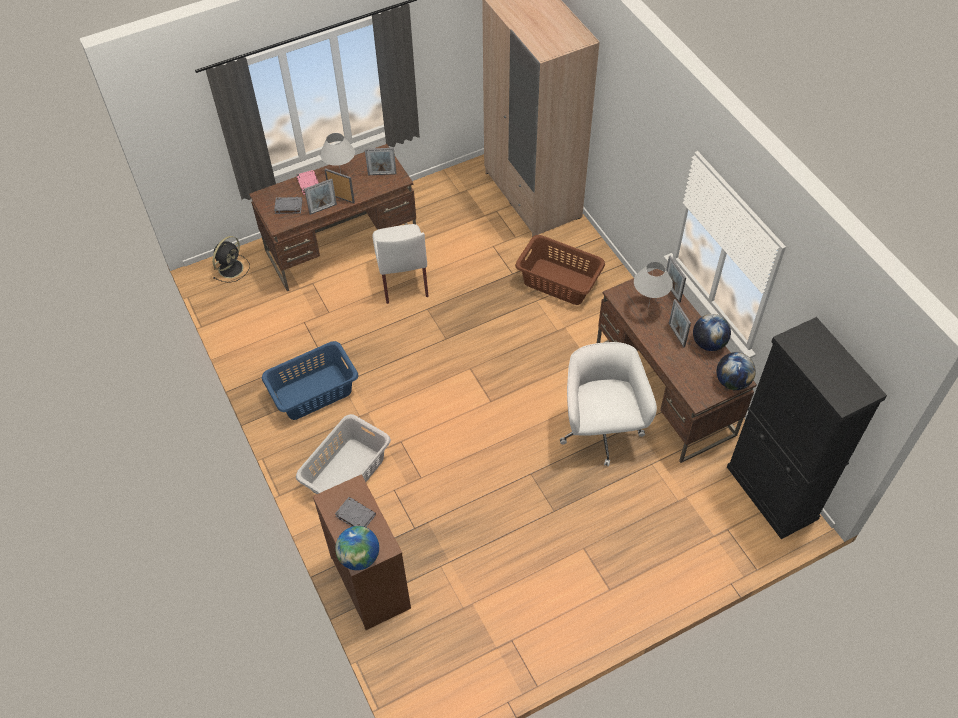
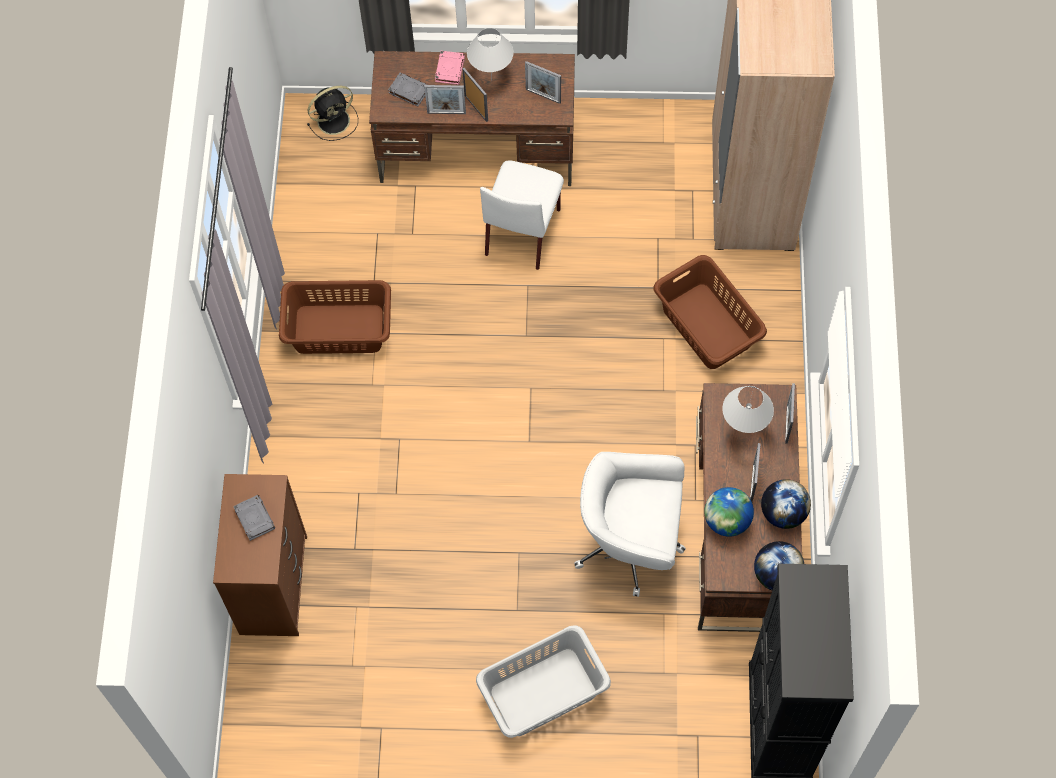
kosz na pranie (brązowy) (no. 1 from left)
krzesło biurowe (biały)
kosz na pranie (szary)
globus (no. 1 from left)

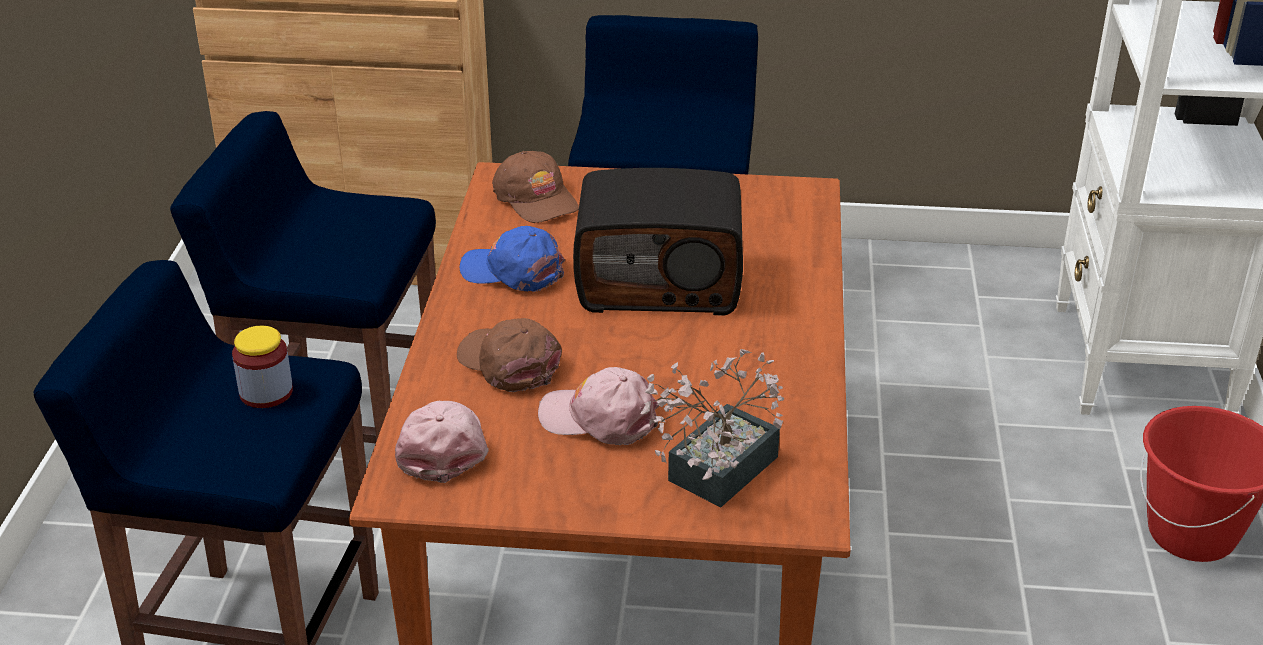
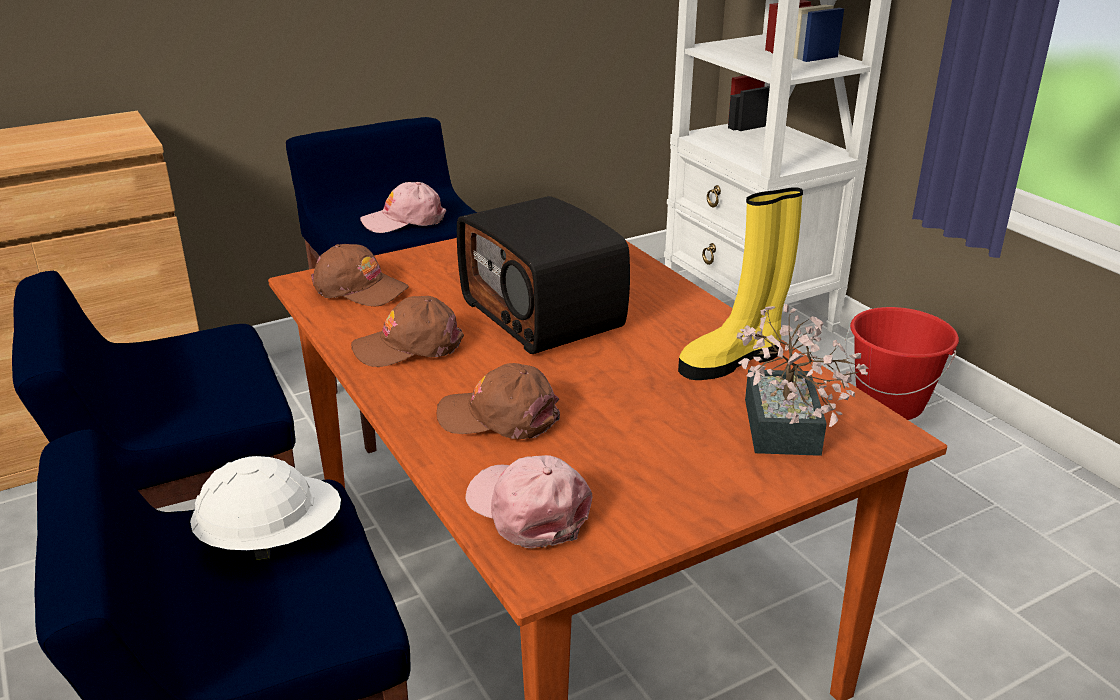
radio
czapka z daszkiem (brązowy) (no. 2 from left)
kask (biały)
czapka z daszkiem (różowy) (no. 1 from left)
but z cholewką (żółty)

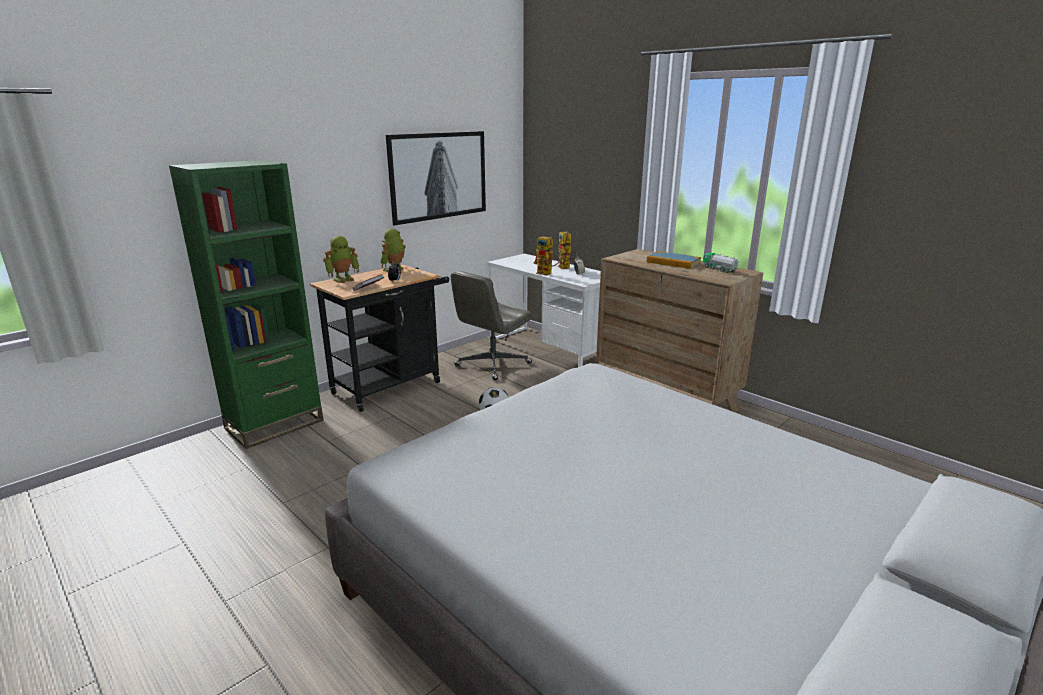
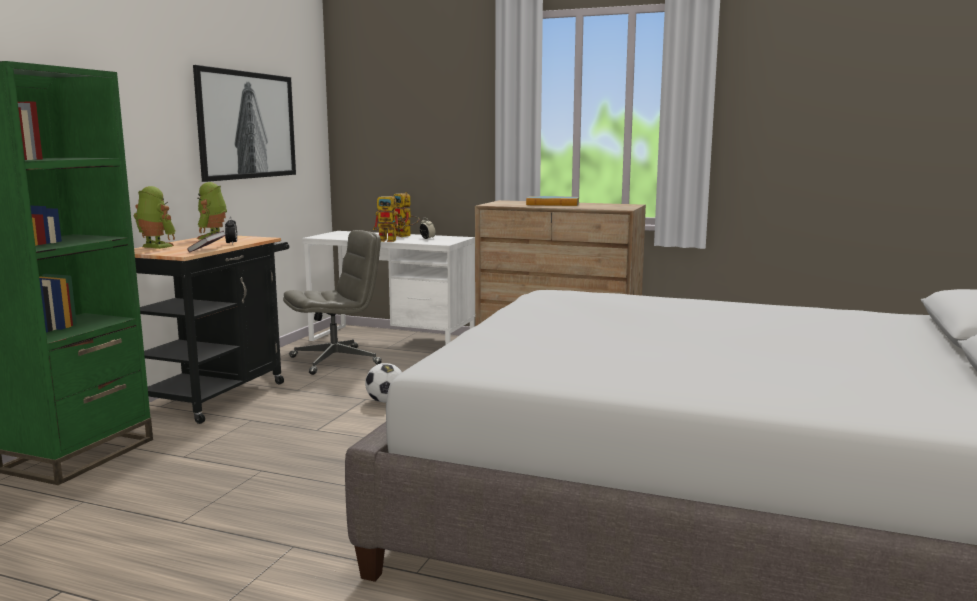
robot zabawkowy (no. 1 from left)
ciężarówka zabawkowa
krzesło biurowe (szary)

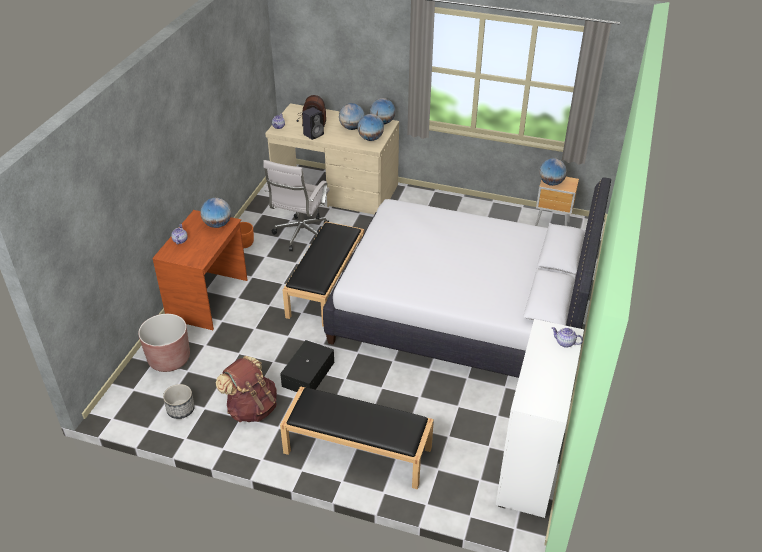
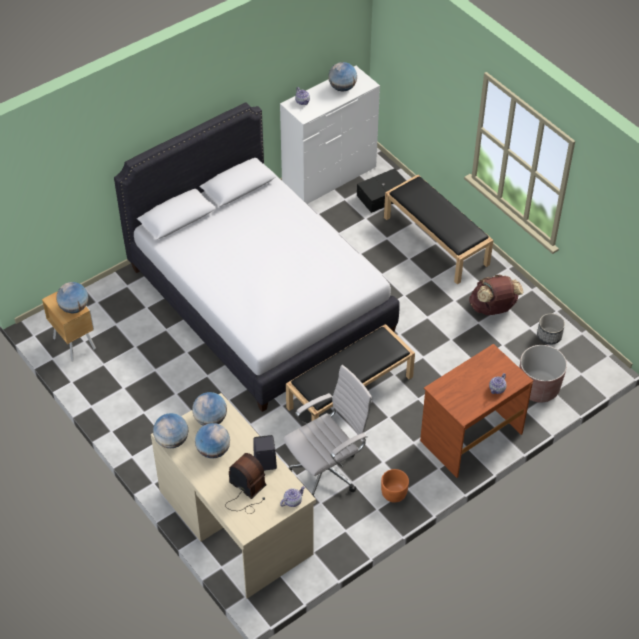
globus (no. 5 from left)
pojemnik do przechowywania (czarny)

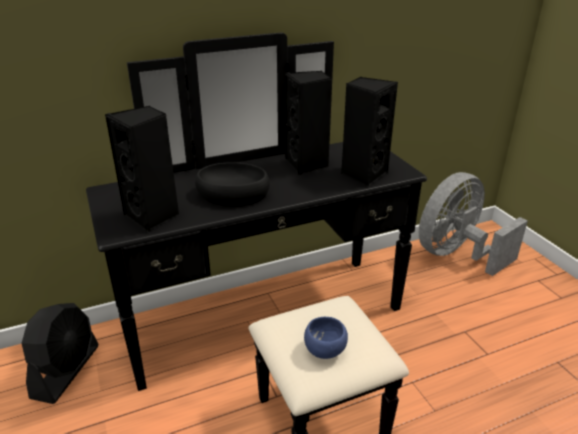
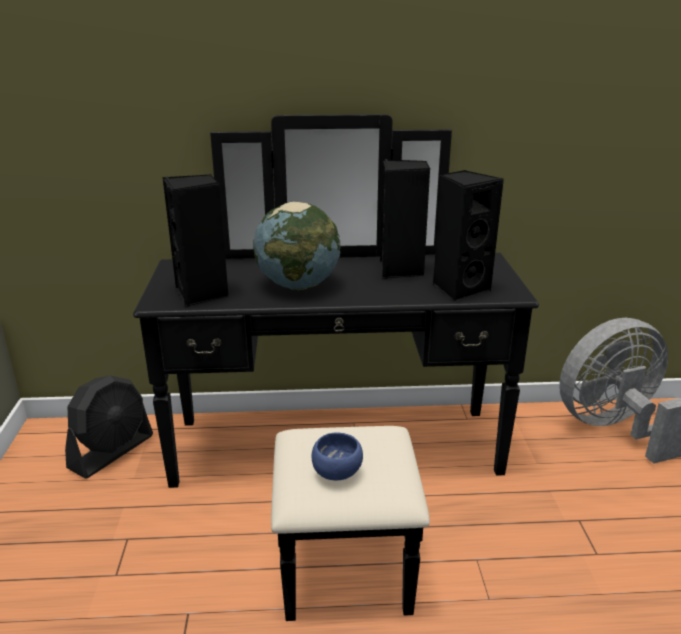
globus

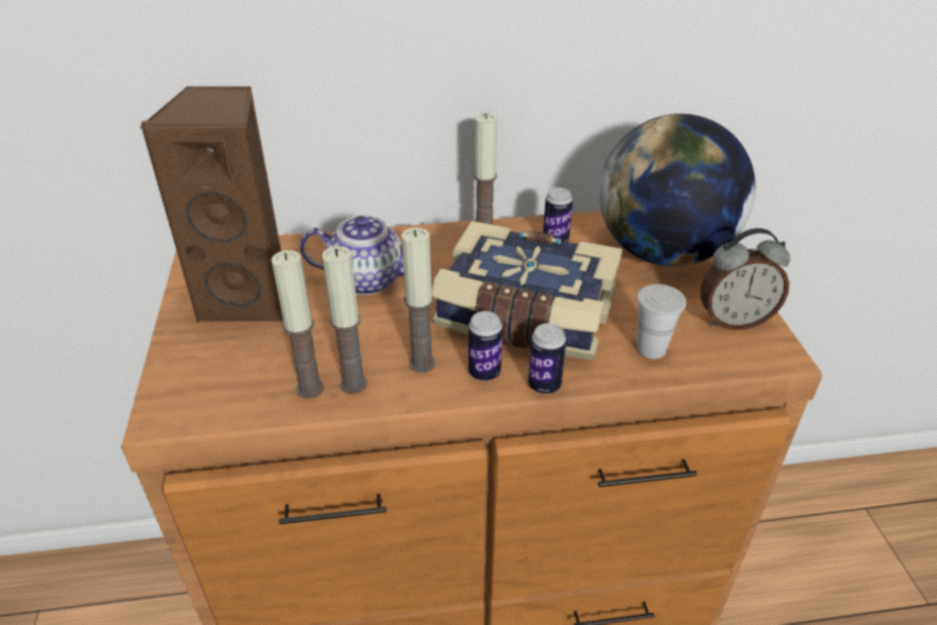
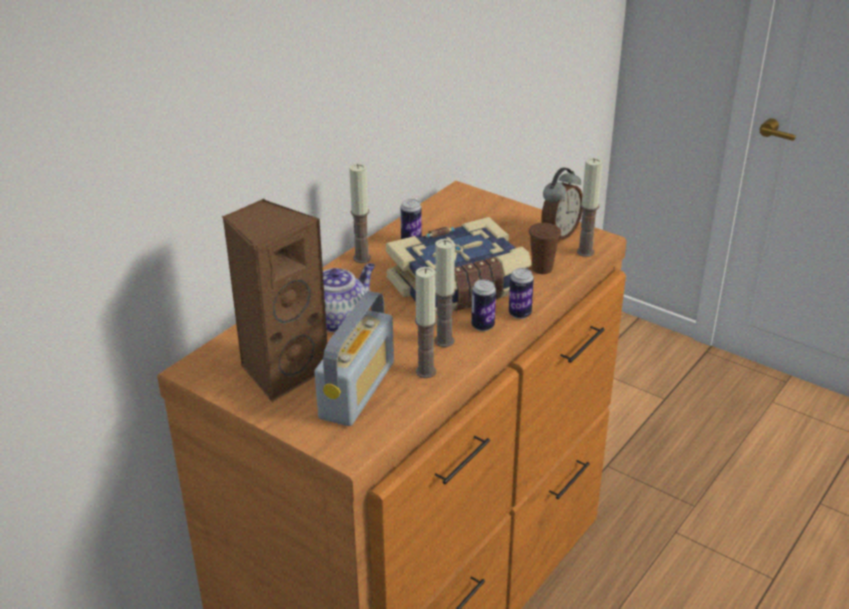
globus
świeca (no. 4 from left)
filiżanka (brązowy)
radio

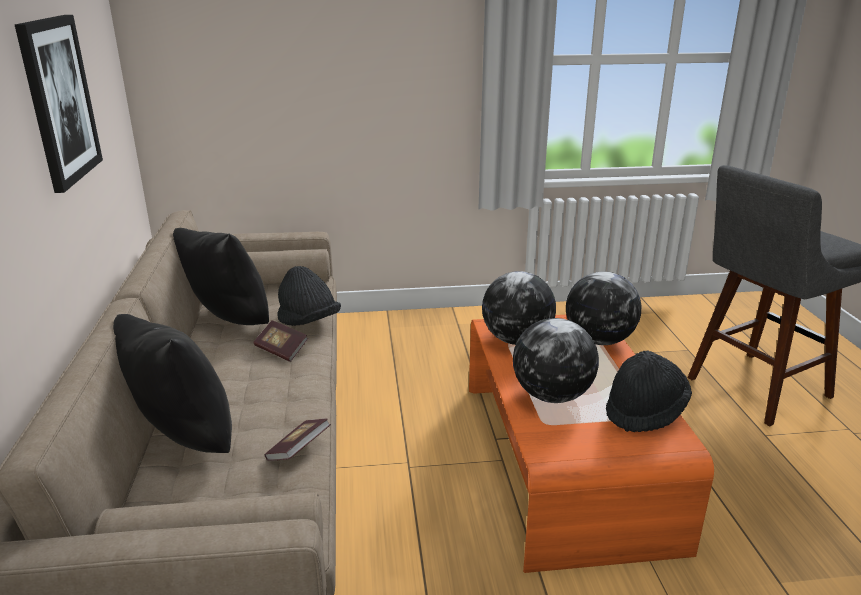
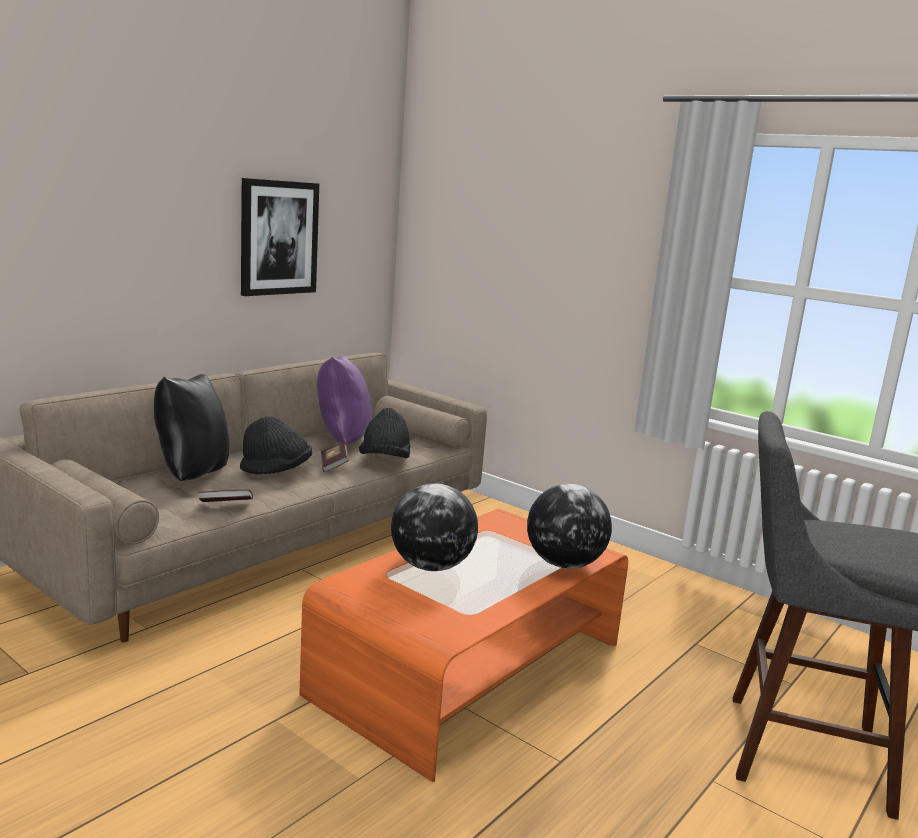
poduszka (fioletowy)
globus (no. 1 from left in the first image)
kapelusz (czarny) (no. 1 from left)

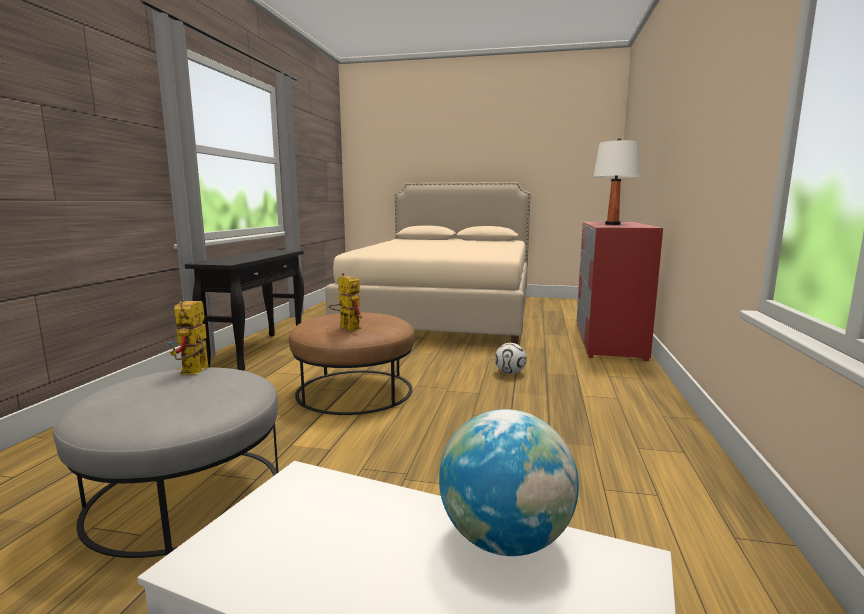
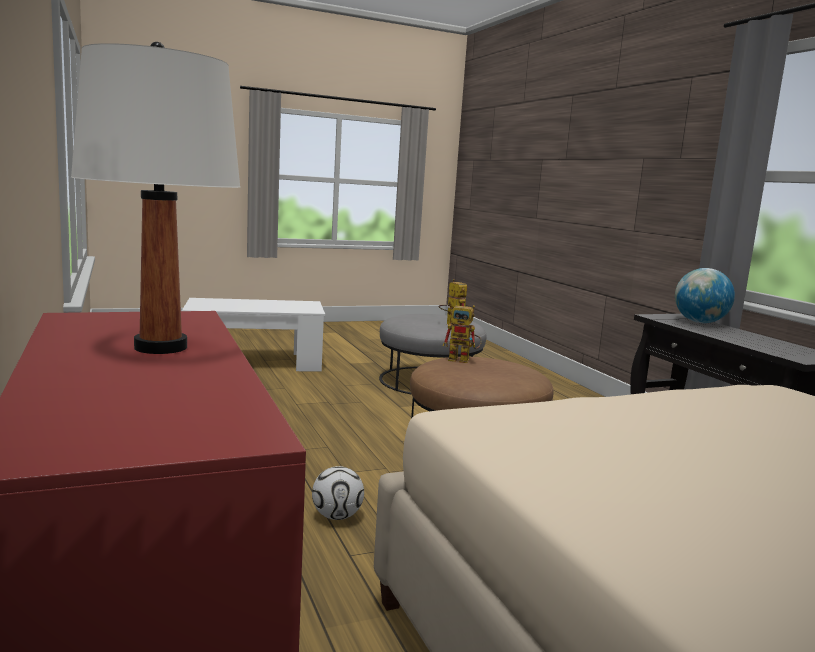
globus

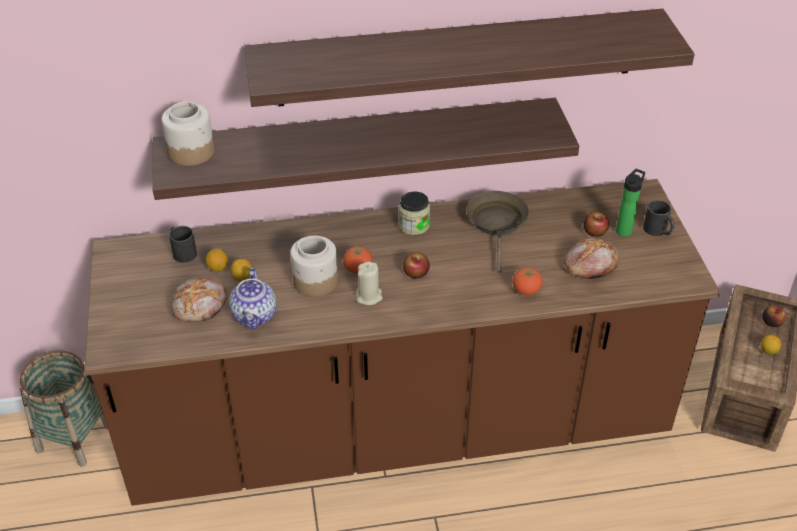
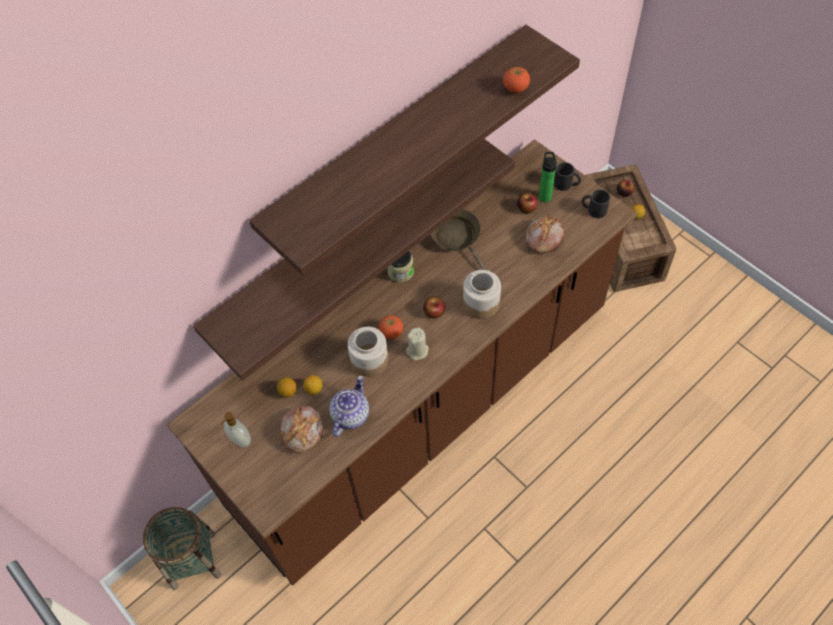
słoik (no. 3 from left)
kubek (czarny) (no. 2 from left)
pomidor (no. 2 from left)
imbryk
dozownik mydła

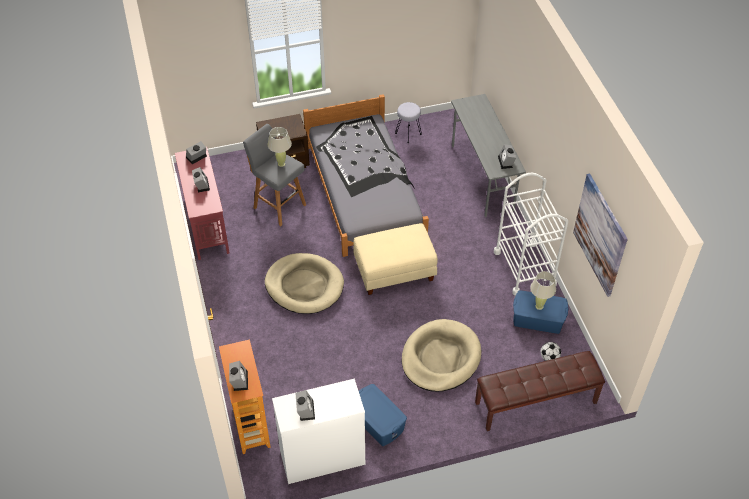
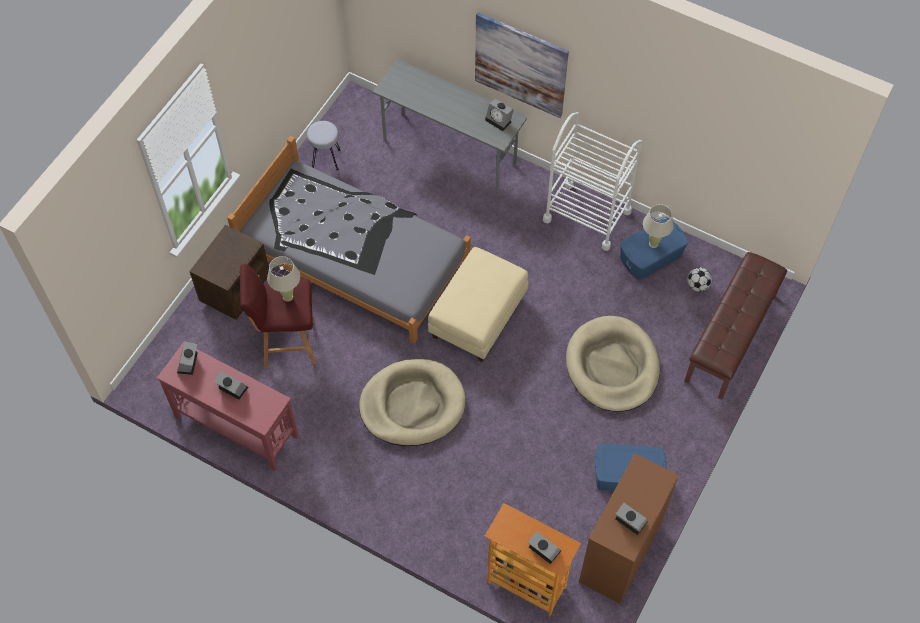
stołek (czerwony)
obraz
komoda (brązowy)

